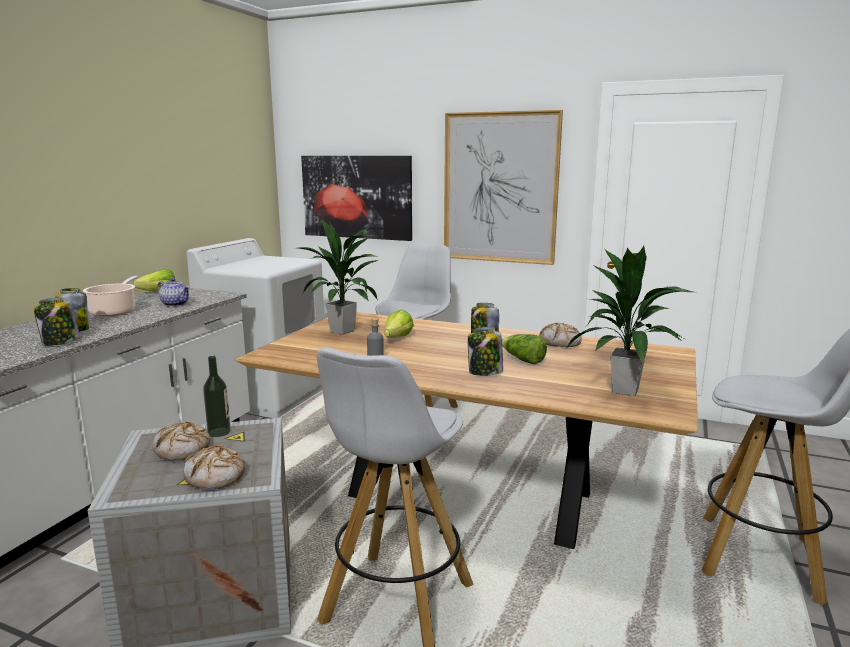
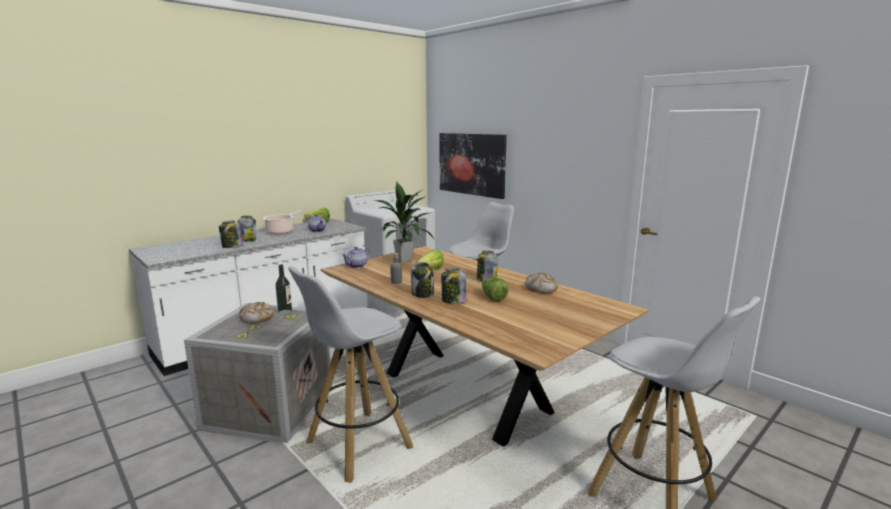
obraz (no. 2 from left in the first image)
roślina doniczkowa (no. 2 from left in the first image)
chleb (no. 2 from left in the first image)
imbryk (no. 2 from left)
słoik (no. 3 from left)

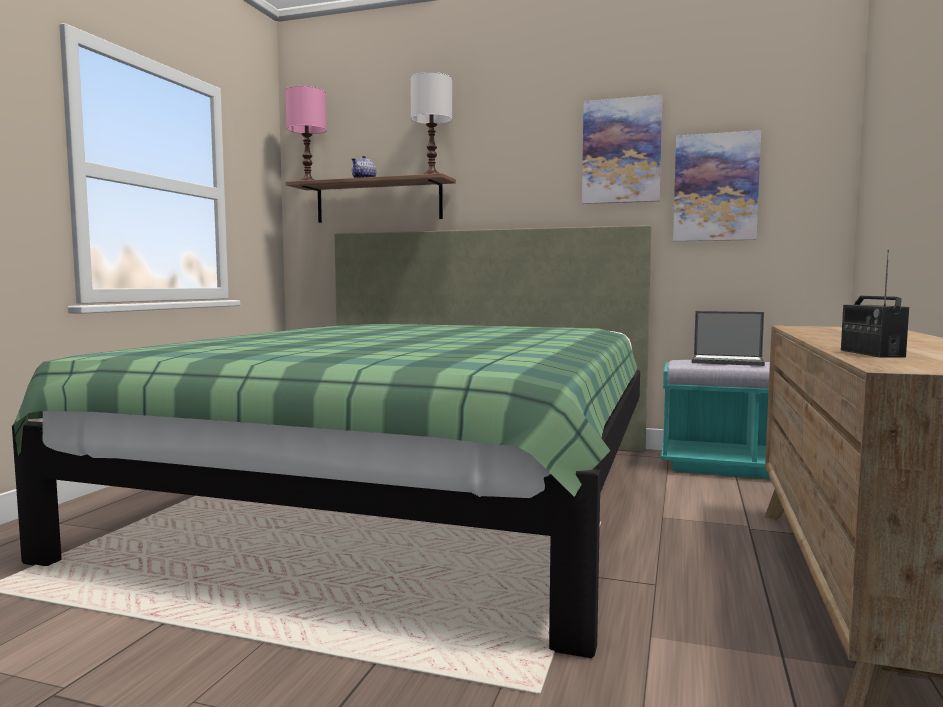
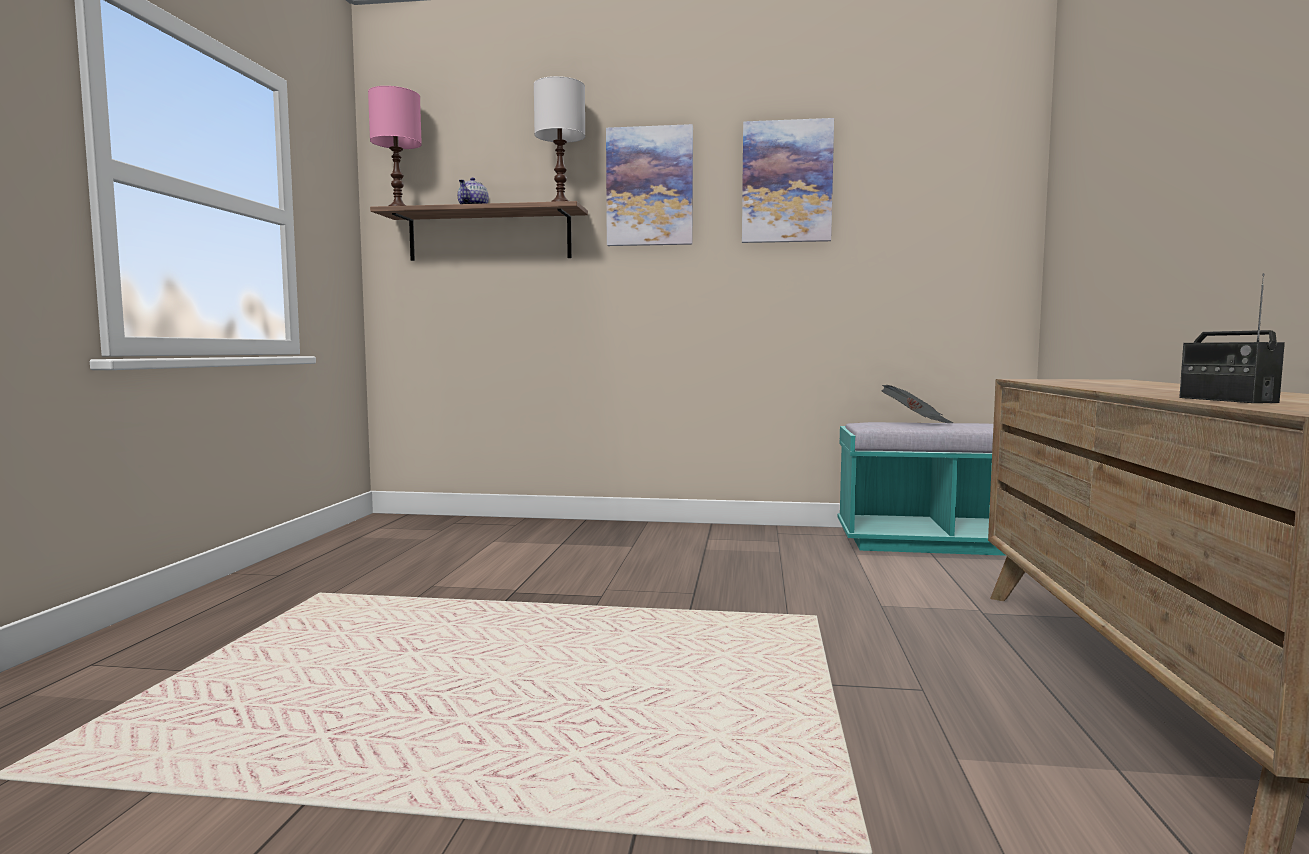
obraz (no. 1 from left)
łóżko (zielony)
gazeta

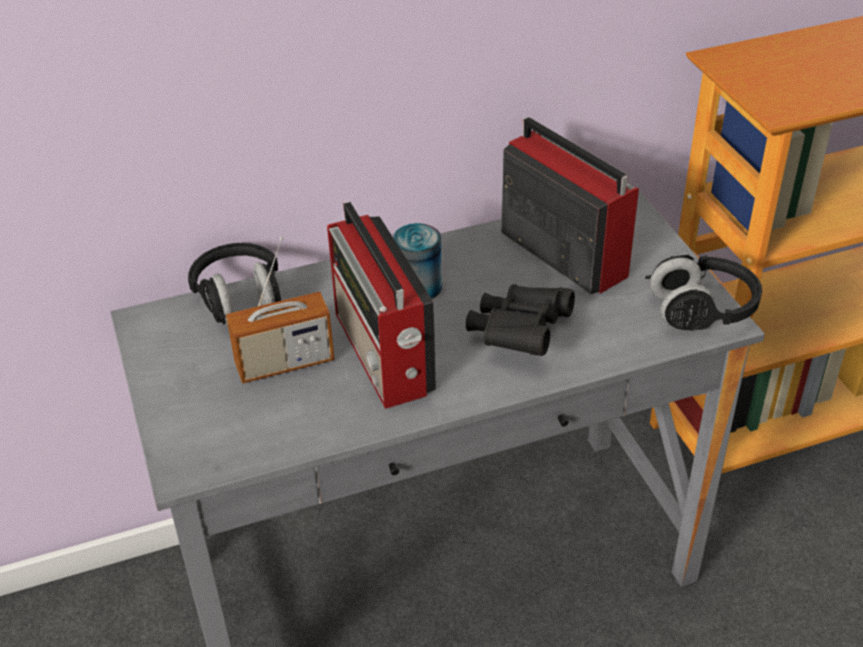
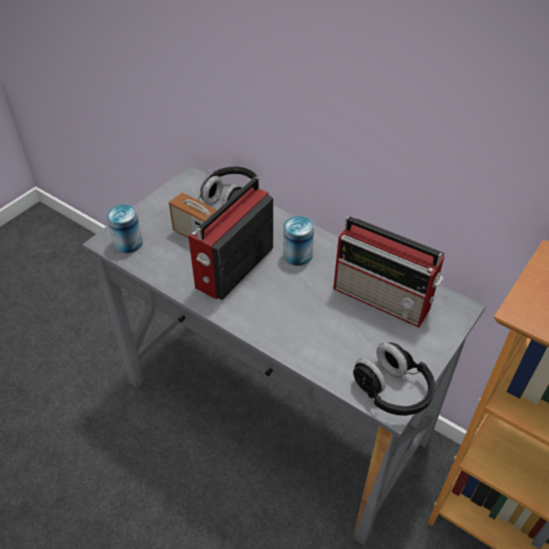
radio (no. 3 from left)
lornetka (czarny)
puszka (no. 1 from left)

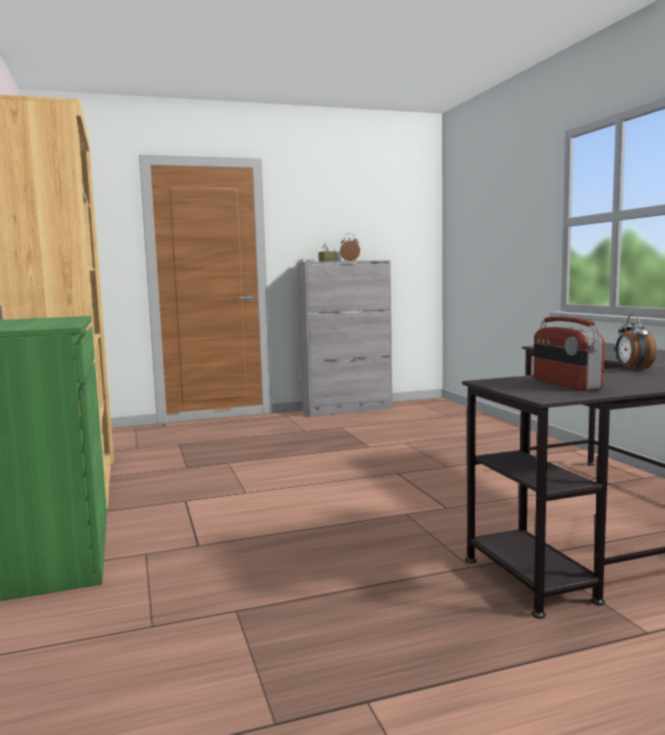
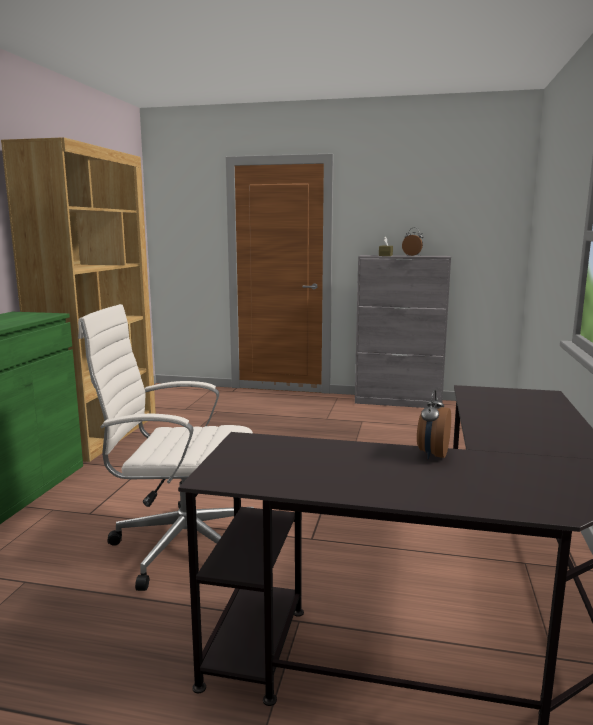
radio
krzesło biurowe (biały)

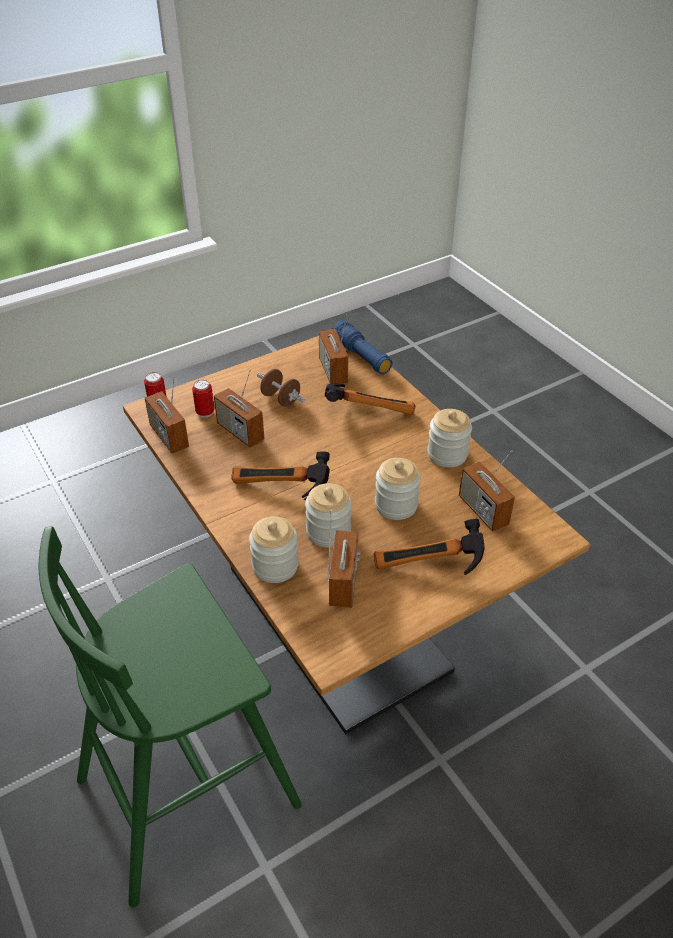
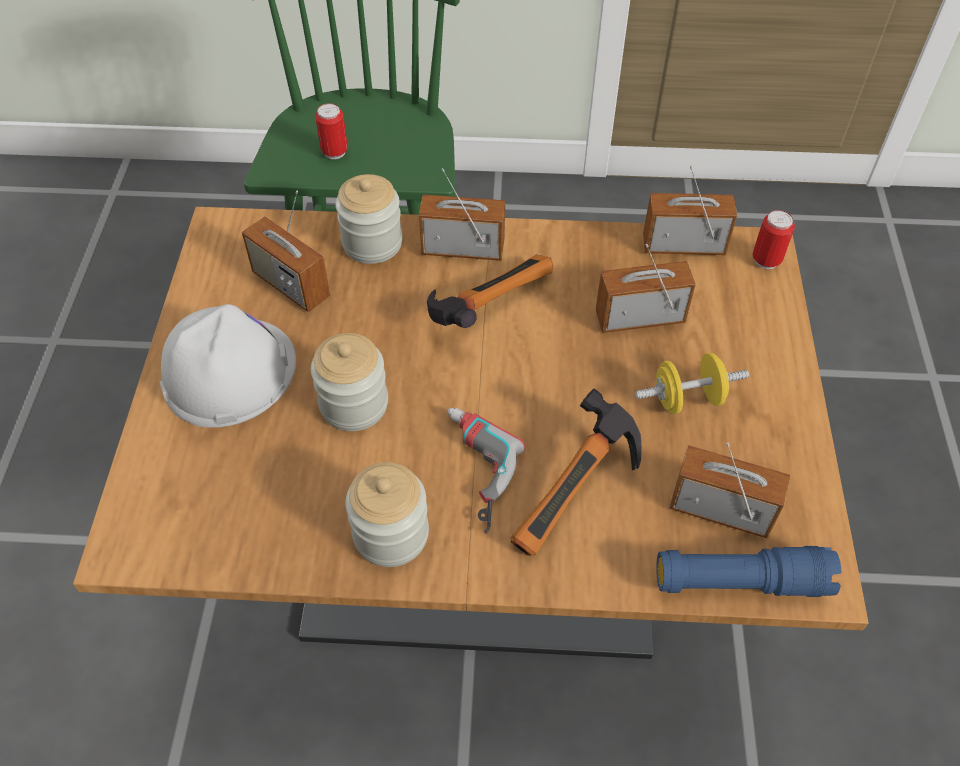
hantel (żółty)
puszka (no. 1 from left)
radio (no. 2 from left)
słoik (no. 2 from left in the first image)
kask (biały)
wiertarka

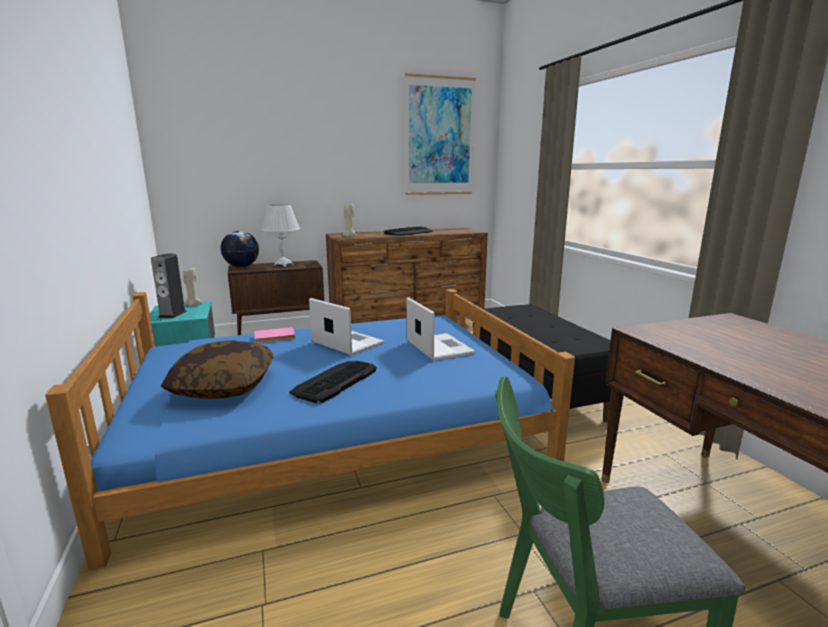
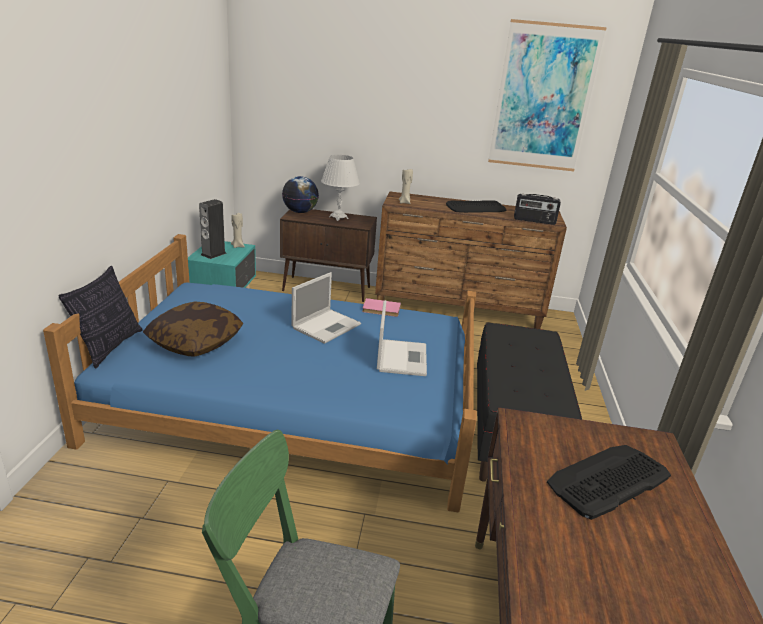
laptop (no. 1 from left)
książka (różowy)
klawiatura (no. 2 from left)
radio
poduszka (no. 1 from left)

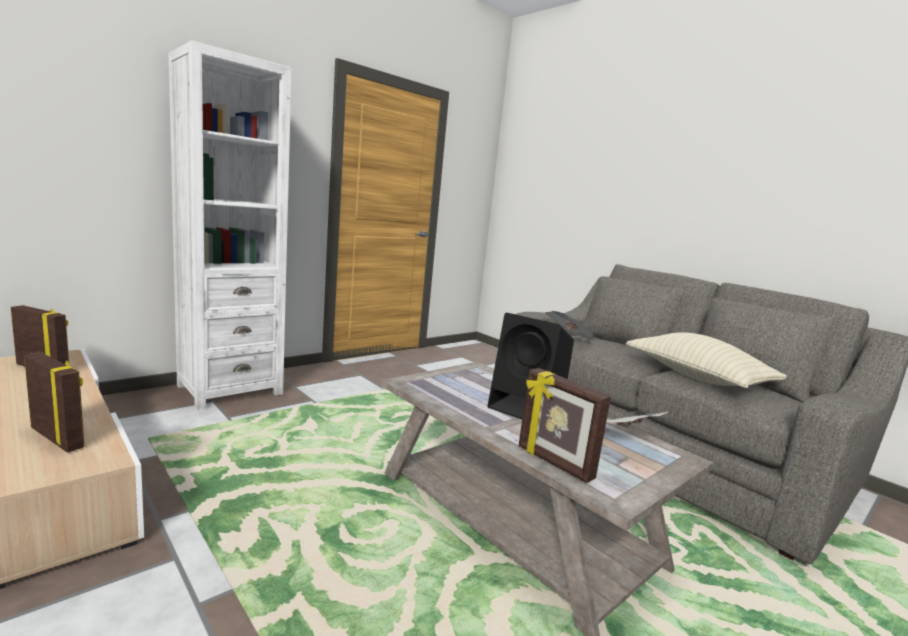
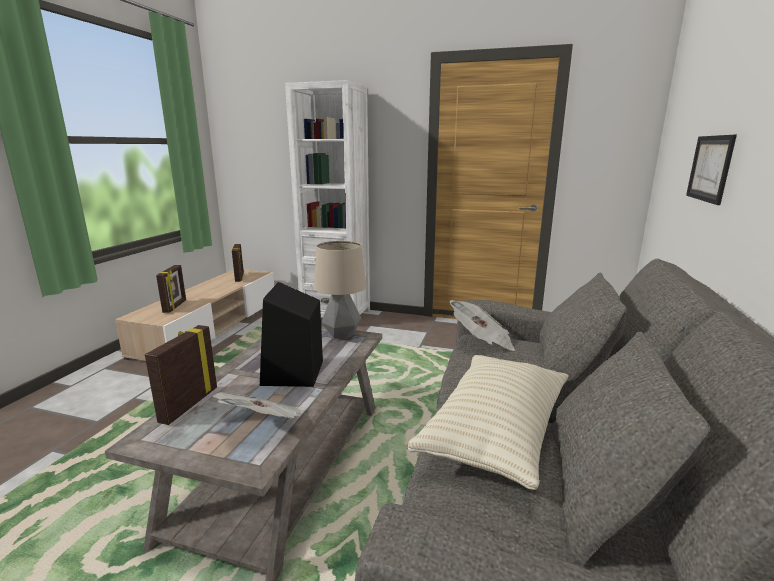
obraz
lampa stołowa

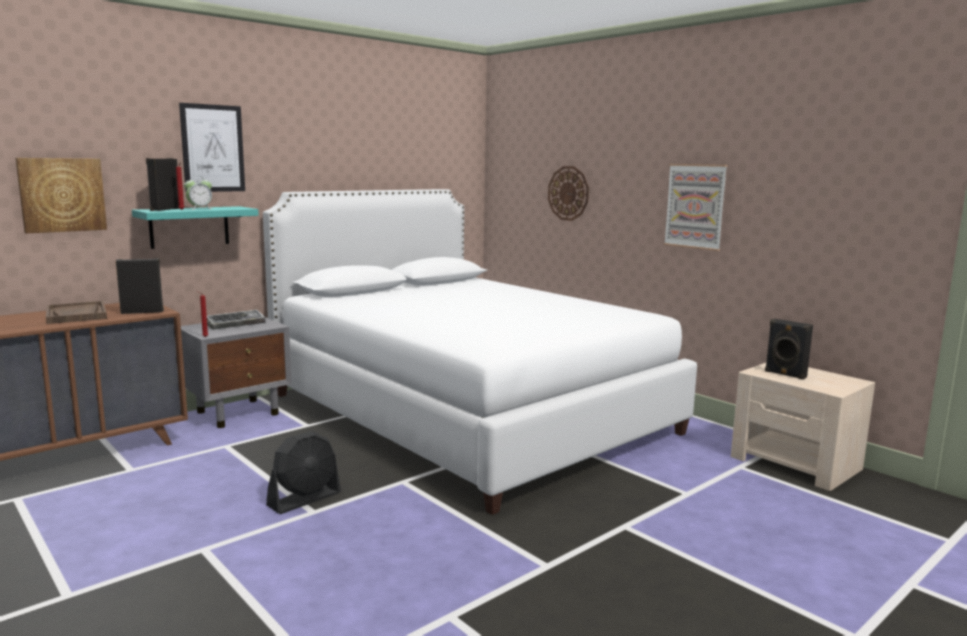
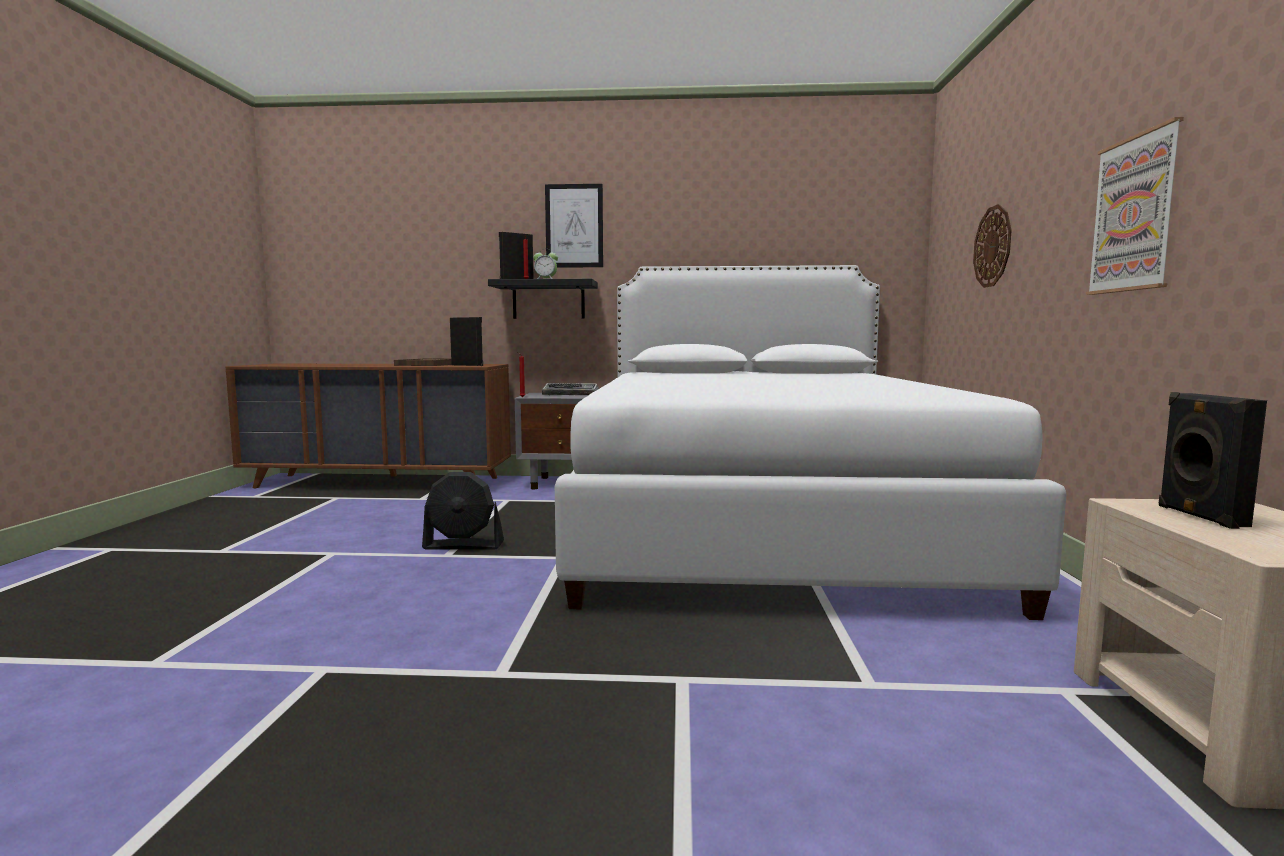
obraz (no. 1 from left in the first image)
półka (czarny)

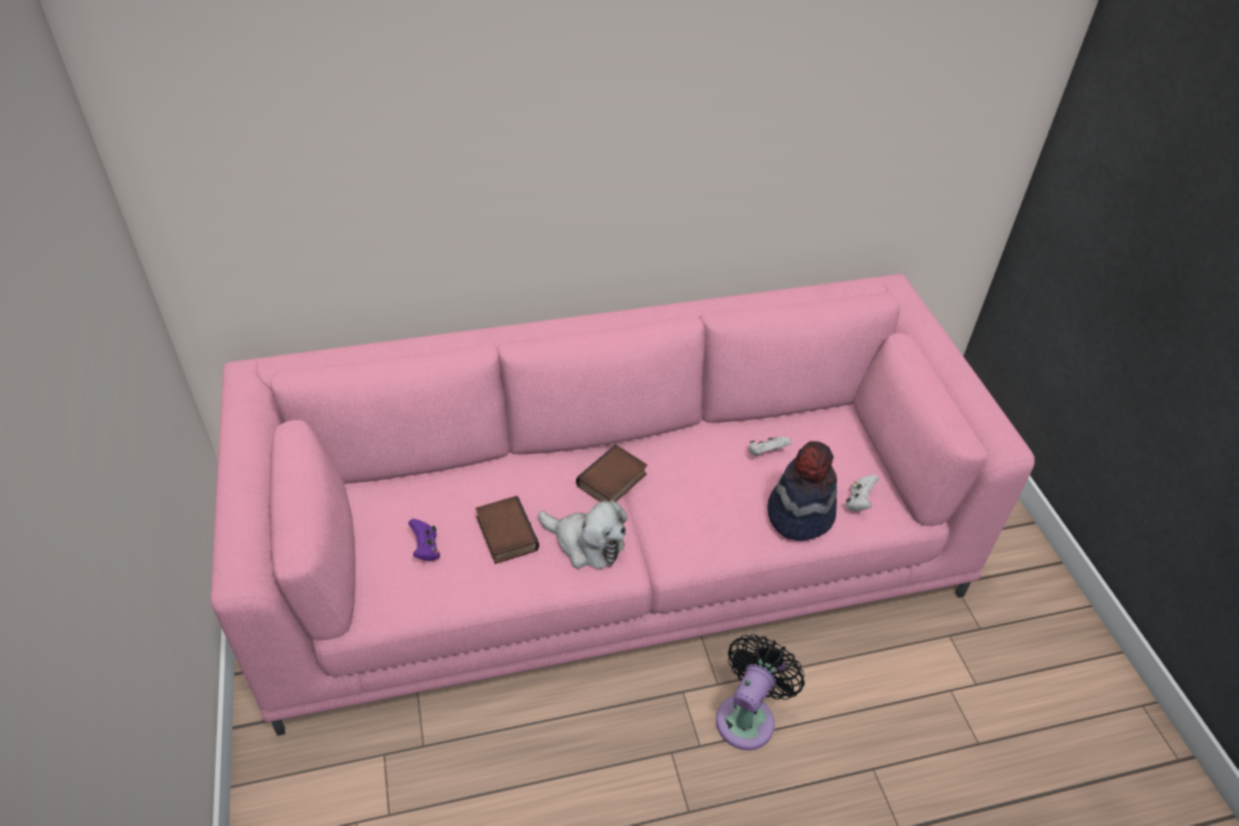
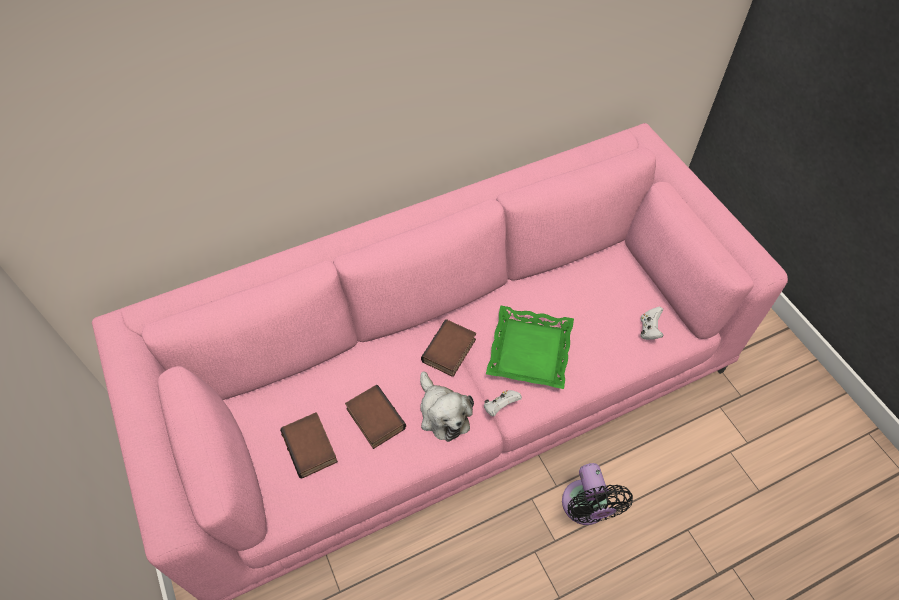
pad do gier (biały) (no. 1 from left)
kapelusz
pluszak
książka (no. 1 from left)
wentylator (czarny)
taca (zielony)

